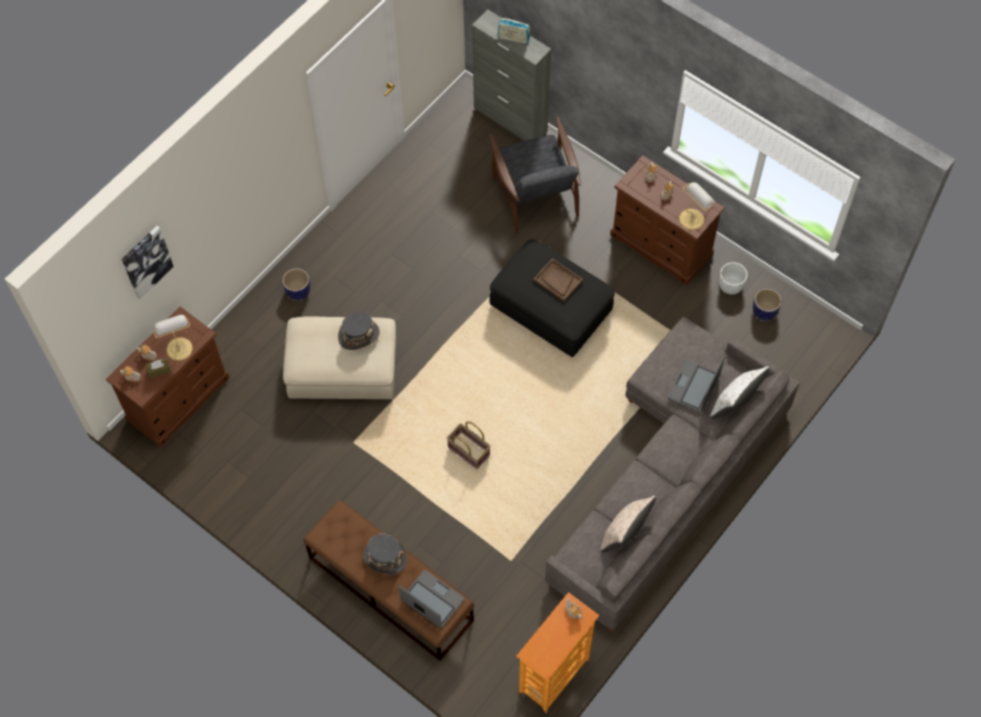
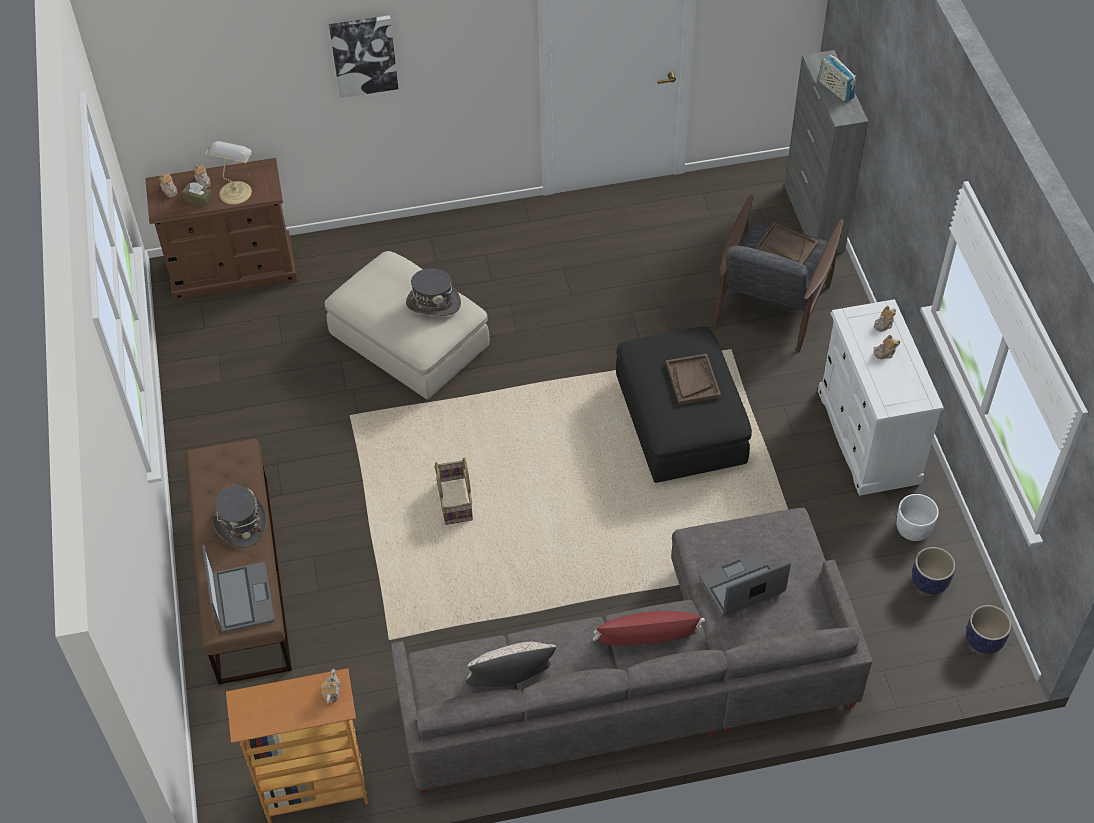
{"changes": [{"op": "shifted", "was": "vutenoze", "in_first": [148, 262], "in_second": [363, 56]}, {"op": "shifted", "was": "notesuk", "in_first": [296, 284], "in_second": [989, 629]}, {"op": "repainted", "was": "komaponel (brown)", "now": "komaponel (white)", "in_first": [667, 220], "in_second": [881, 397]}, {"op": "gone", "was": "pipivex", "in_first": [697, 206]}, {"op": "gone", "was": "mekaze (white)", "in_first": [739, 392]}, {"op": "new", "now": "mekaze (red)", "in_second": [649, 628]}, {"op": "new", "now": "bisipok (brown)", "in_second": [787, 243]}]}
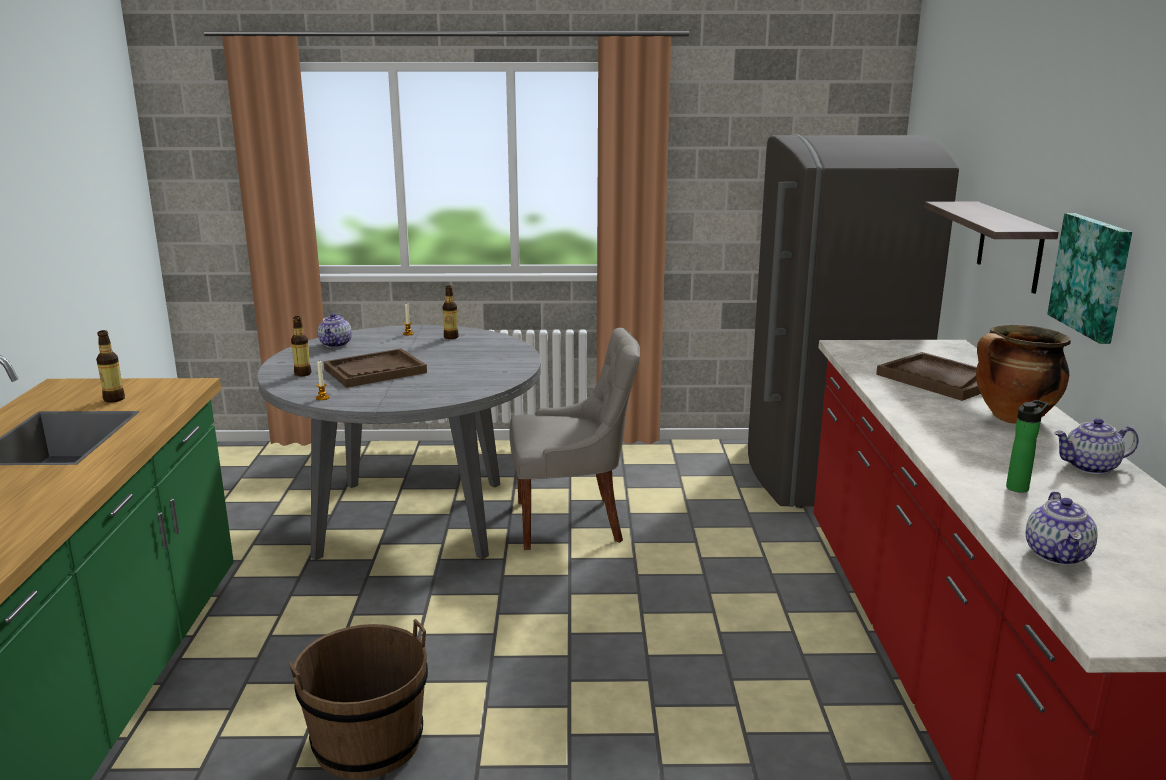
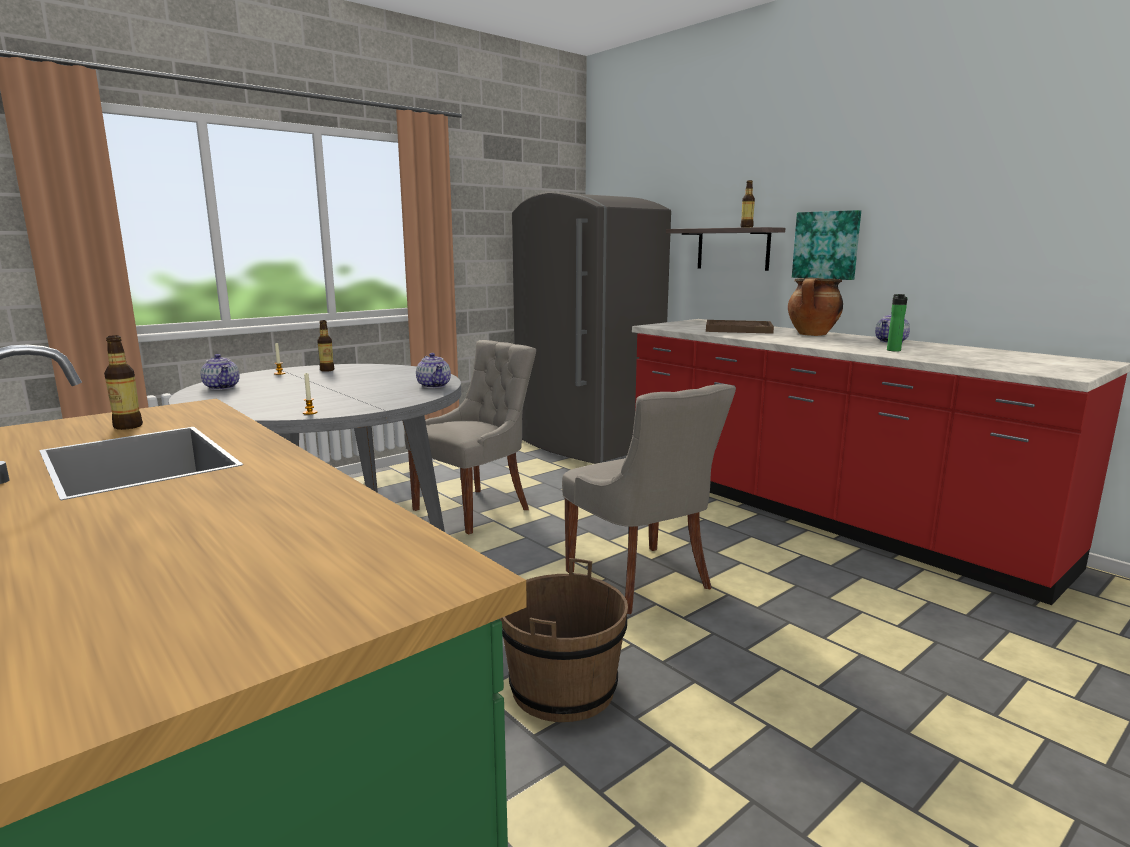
{"changes": [{"op": "shifted", "was": "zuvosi", "in_first": [301, 346], "in_second": [748, 203]}, {"op": "gone", "was": "bisipok (brown)", "in_first": [375, 368]}, {"op": "shifted", "was": "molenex", "in_first": [1062, 528], "in_second": [433, 370]}, {"op": "new", "now": "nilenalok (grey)", "in_second": [649, 499]}]}
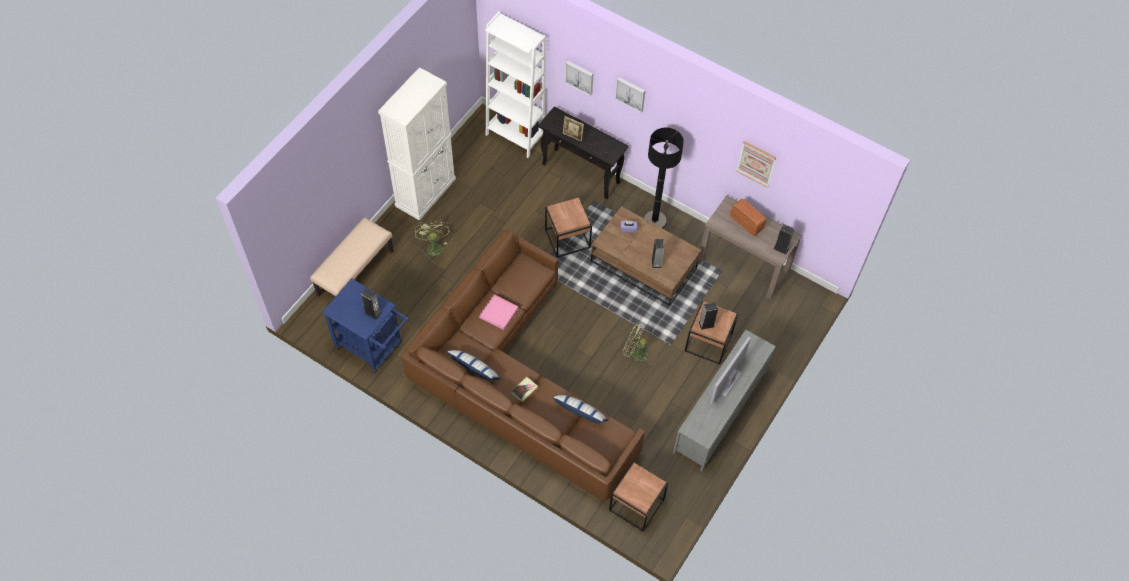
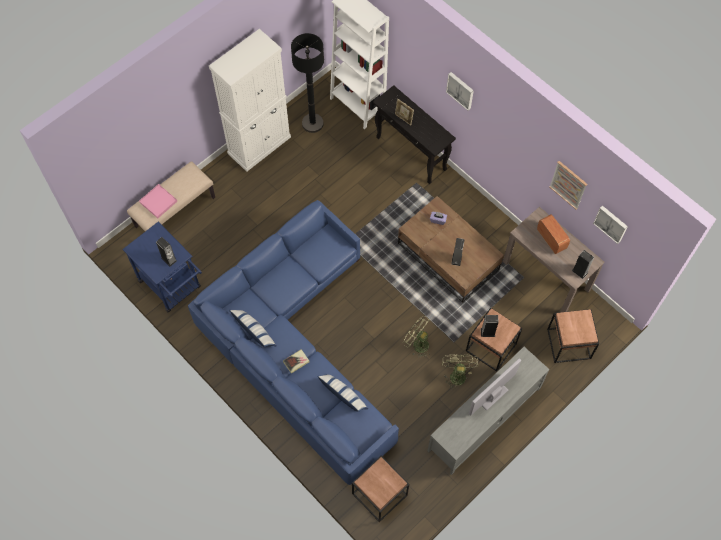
{"changes": [{"op": "repainted", "was": "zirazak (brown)", "now": "zirazak (blue)", "in_first": [523, 366], "in_second": [293, 342]}, {"op": "shifted", "was": "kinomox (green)", "in_first": [432, 240], "in_second": [460, 371]}, {"op": "shifted", "was": "bisipok (pink)", "in_first": [498, 312], "in_second": [158, 201]}, {"op": "shifted", "was": "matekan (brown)", "in_first": [568, 227], "in_second": [573, 336]}, {"op": "shifted", "was": "vutenoze", "in_first": [579, 78], "in_second": [610, 224]}, {"op": "shifted", "was": "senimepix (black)", "in_first": [664, 178], "in_second": [307, 83]}]}
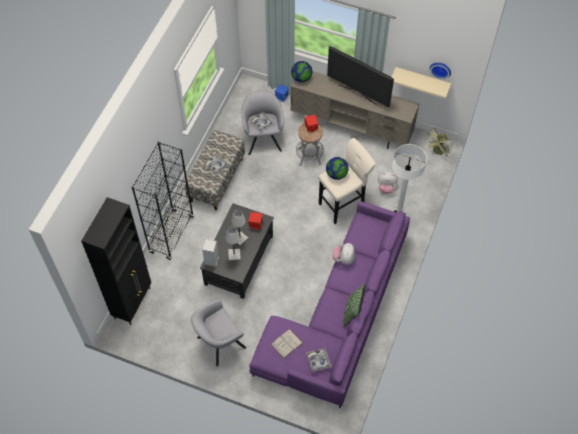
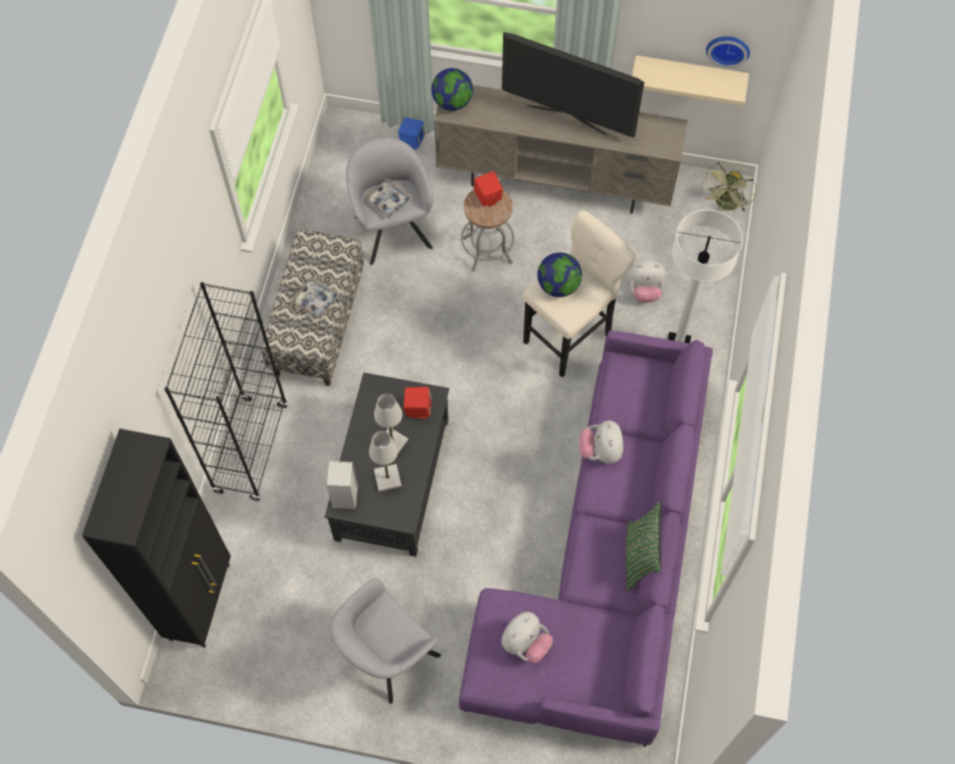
{"changes": [{"op": "swapped", "was": "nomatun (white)", "now": "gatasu", "in_first": [287, 343], "in_second": [527, 637]}, {"op": "gone", "was": "bisipok", "in_first": [318, 360]}]}
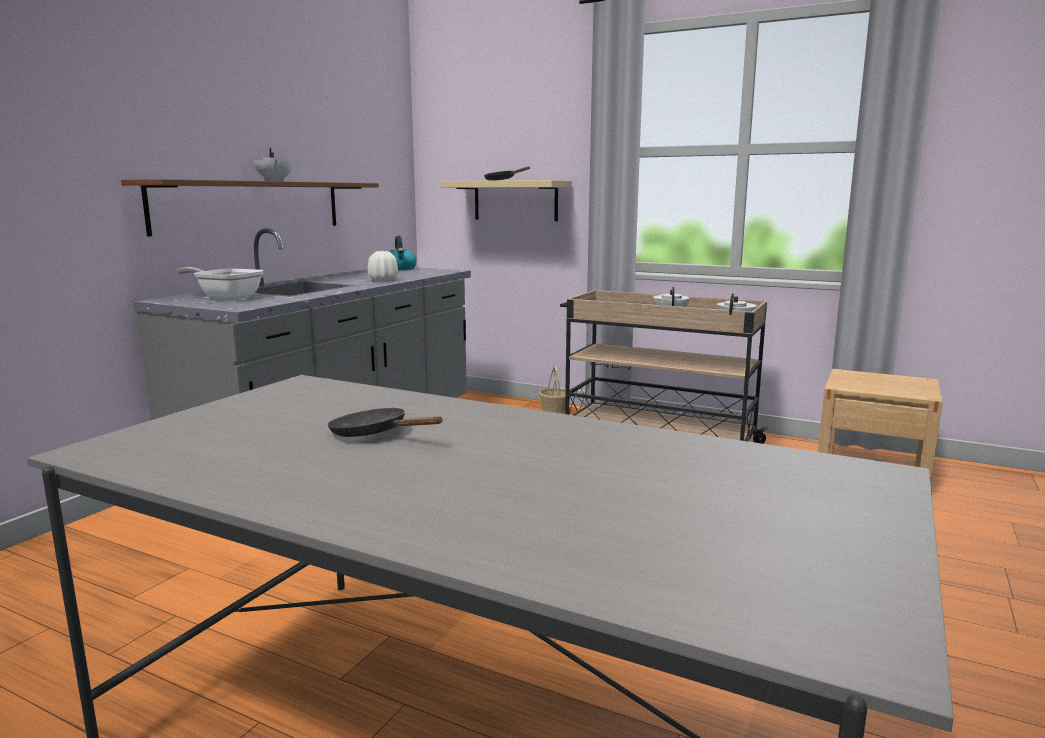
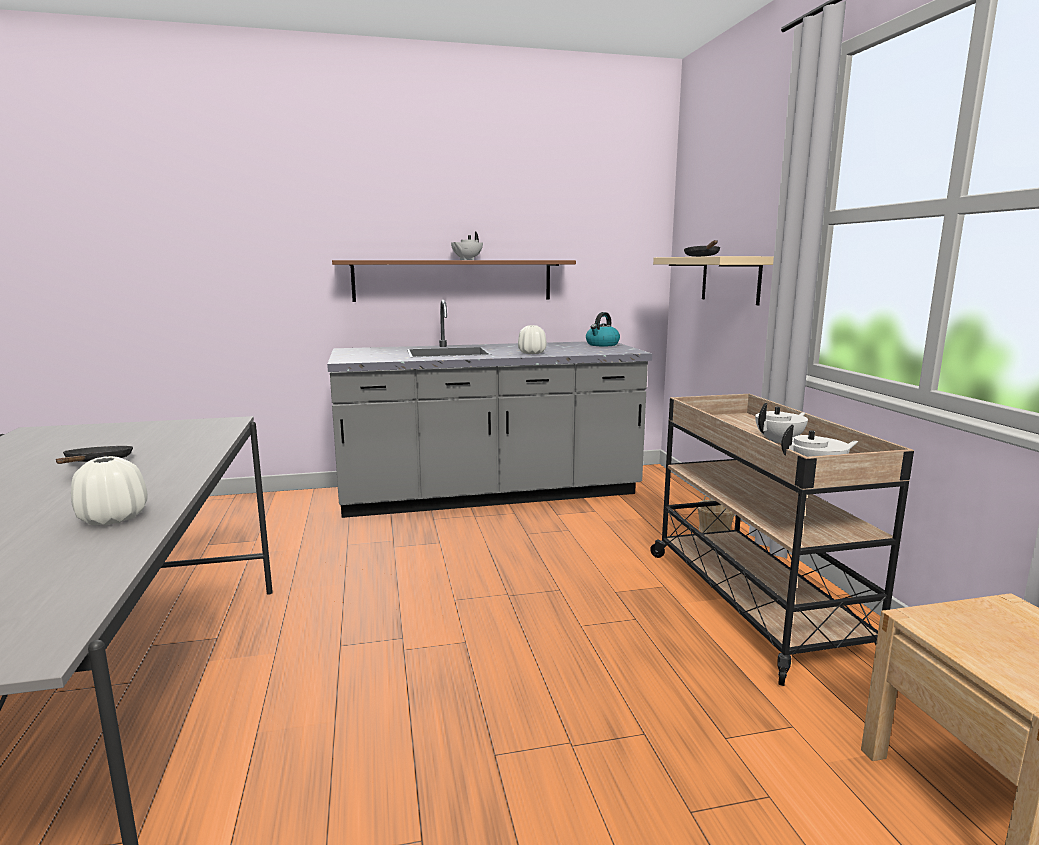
{"changes": [{"op": "gone", "was": "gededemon", "in_first": [220, 284]}, {"op": "new", "now": "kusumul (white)", "in_second": [109, 490]}]}
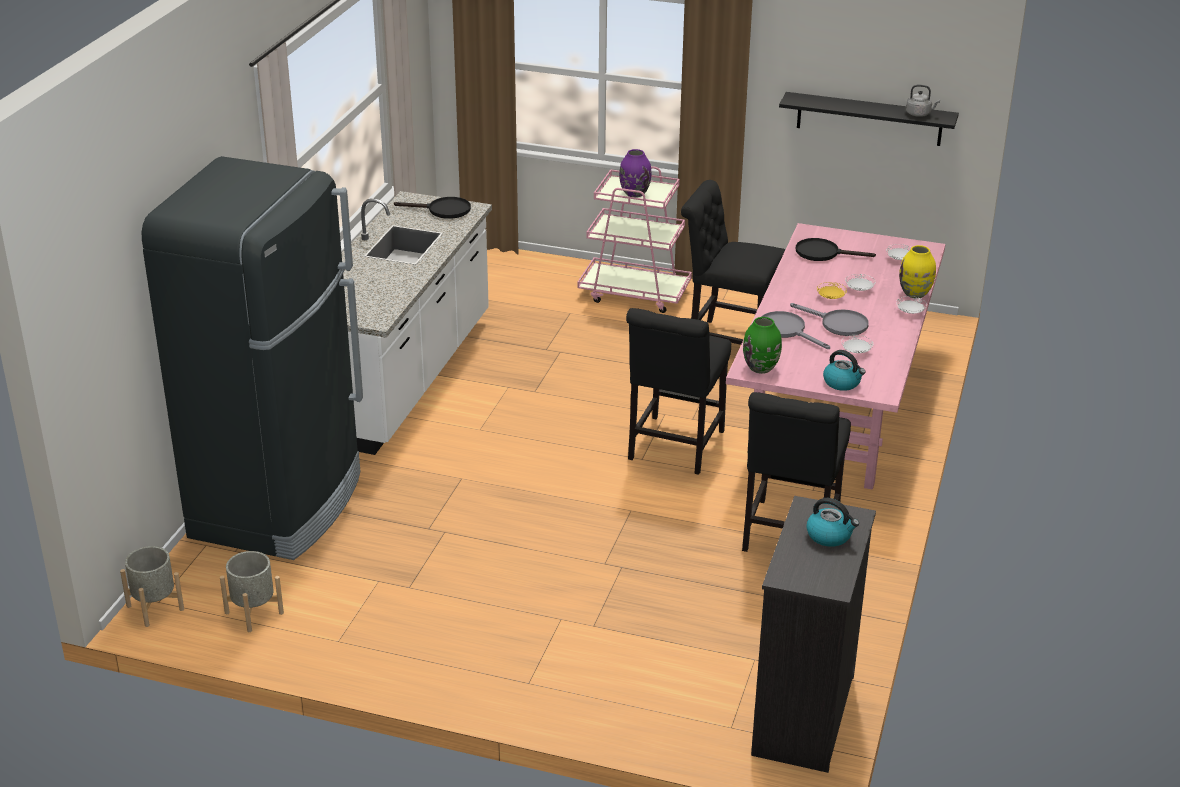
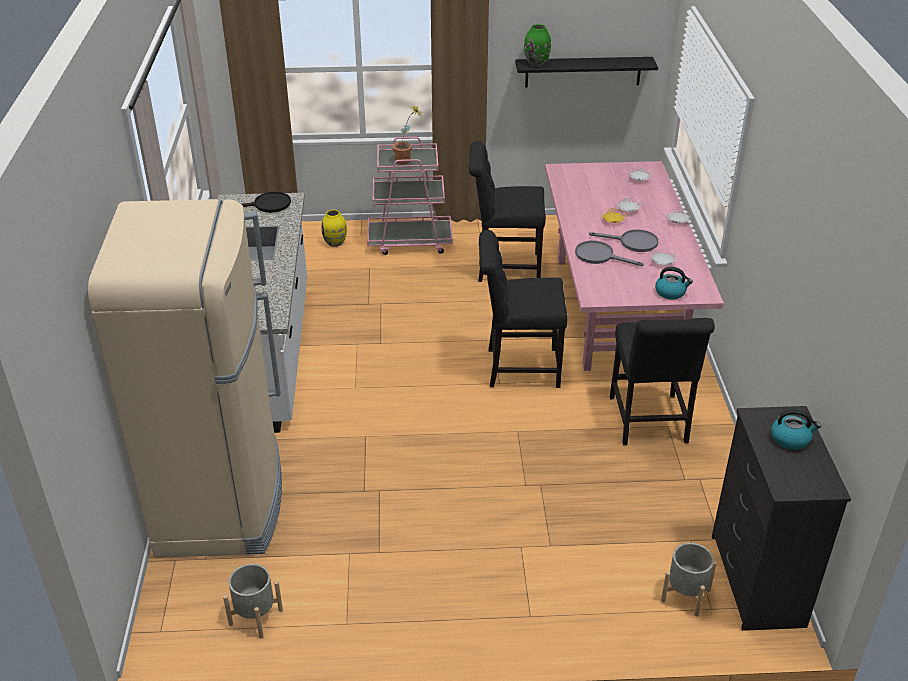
{"changes": [{"op": "shifted", "was": "notesuk (grey)", "in_first": [152, 586], "in_second": [689, 580]}, {"op": "repainted", "was": "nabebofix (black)", "now": "nabebofix (beige)", "in_first": [252, 358], "in_second": [185, 378]}, {"op": "swapped", "was": "kusumul (purple)", "now": "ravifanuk", "in_first": [635, 173], "in_second": [406, 135]}, {"op": "rotated", "was": "nilenalok (black)", "in_first": [678, 391], "in_second": [523, 309], "clockwise": 90}, {"op": "shifted", "was": "kusumul (green)", "in_first": [762, 345], "in_second": [537, 45]}, {"op": "gone", "was": "gededemon (black)", "in_first": [836, 249]}, {"op": "shifted", "was": "kusumul (yellow)", "in_first": [917, 271], "in_second": [334, 228]}, {"op": "gone", "was": "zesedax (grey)", "in_first": [923, 101]}]}
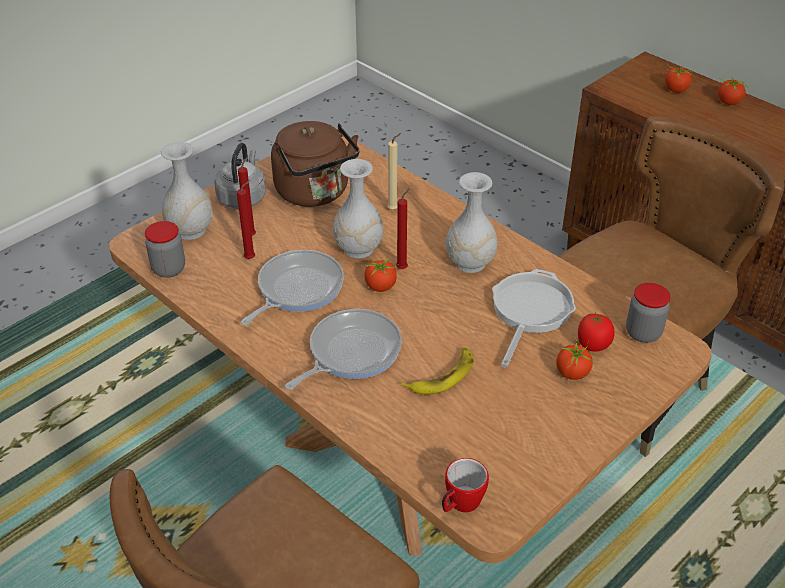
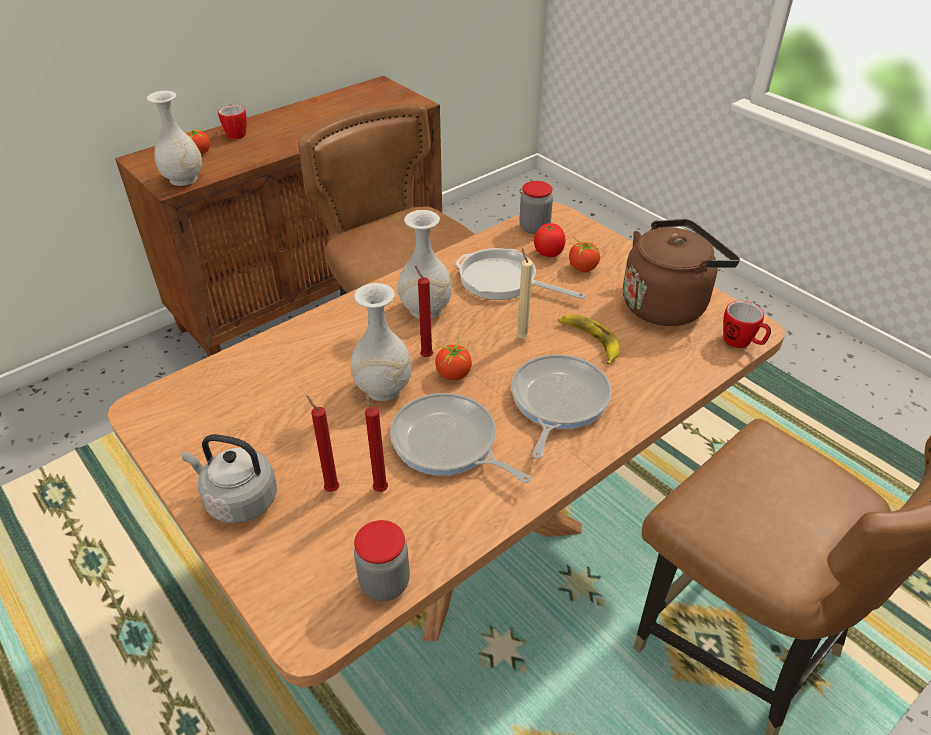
{"changes": [{"op": "shifted", "was": "kusumul (white)", "in_first": [187, 191], "in_second": [174, 138]}, {"op": "shifted", "was": "zesedax (brown)", "in_first": [315, 164], "in_second": [681, 272]}, {"op": "rotated", "was": "gededemon", "in_first": [343, 349], "in_second": [561, 406], "clockwise": 60}, {"op": "shifted", "was": "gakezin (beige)", "in_first": [394, 171], "in_second": [524, 293]}, {"op": "swapped", "was": "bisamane", "now": "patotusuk", "in_first": [732, 91], "in_second": [232, 121]}]}
